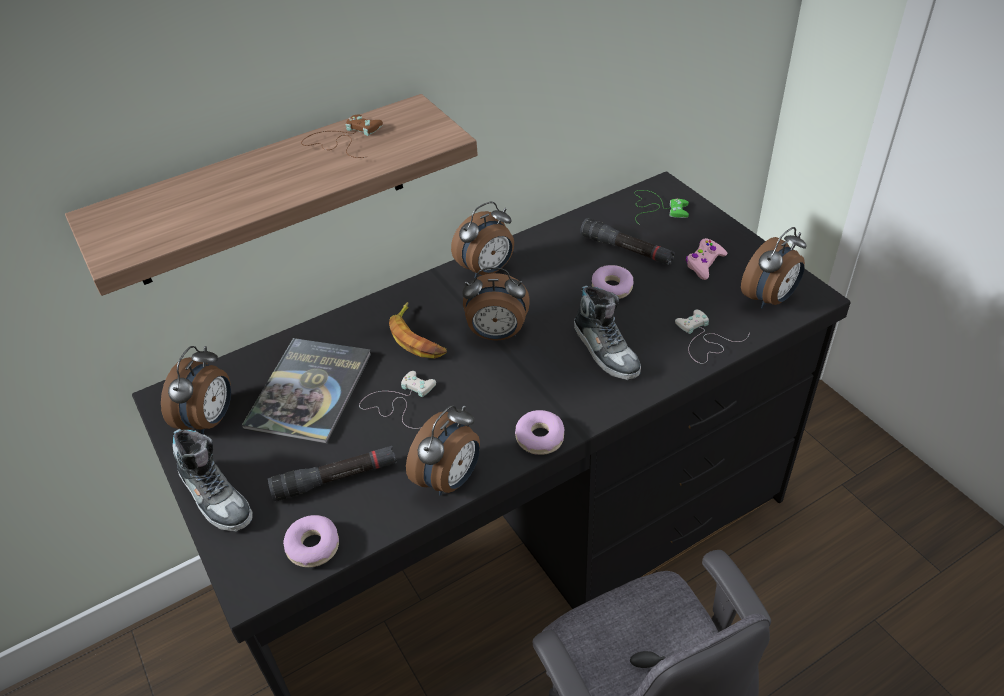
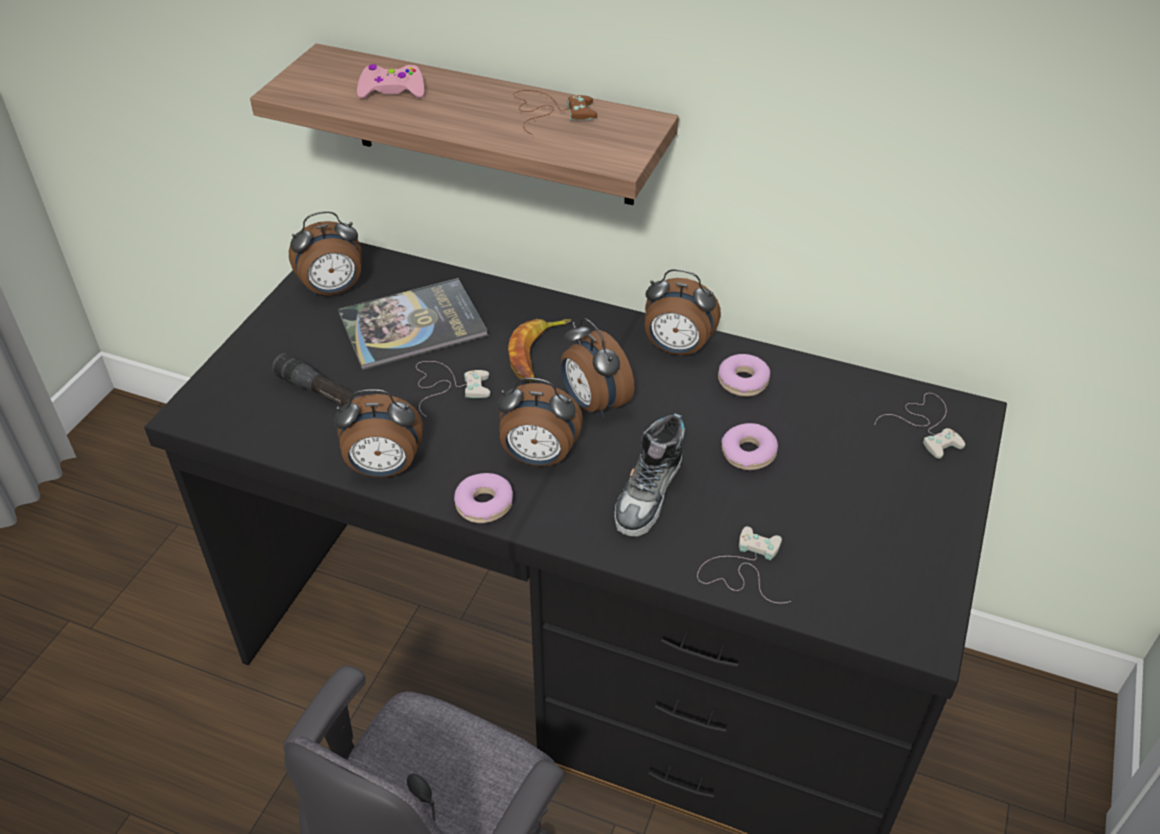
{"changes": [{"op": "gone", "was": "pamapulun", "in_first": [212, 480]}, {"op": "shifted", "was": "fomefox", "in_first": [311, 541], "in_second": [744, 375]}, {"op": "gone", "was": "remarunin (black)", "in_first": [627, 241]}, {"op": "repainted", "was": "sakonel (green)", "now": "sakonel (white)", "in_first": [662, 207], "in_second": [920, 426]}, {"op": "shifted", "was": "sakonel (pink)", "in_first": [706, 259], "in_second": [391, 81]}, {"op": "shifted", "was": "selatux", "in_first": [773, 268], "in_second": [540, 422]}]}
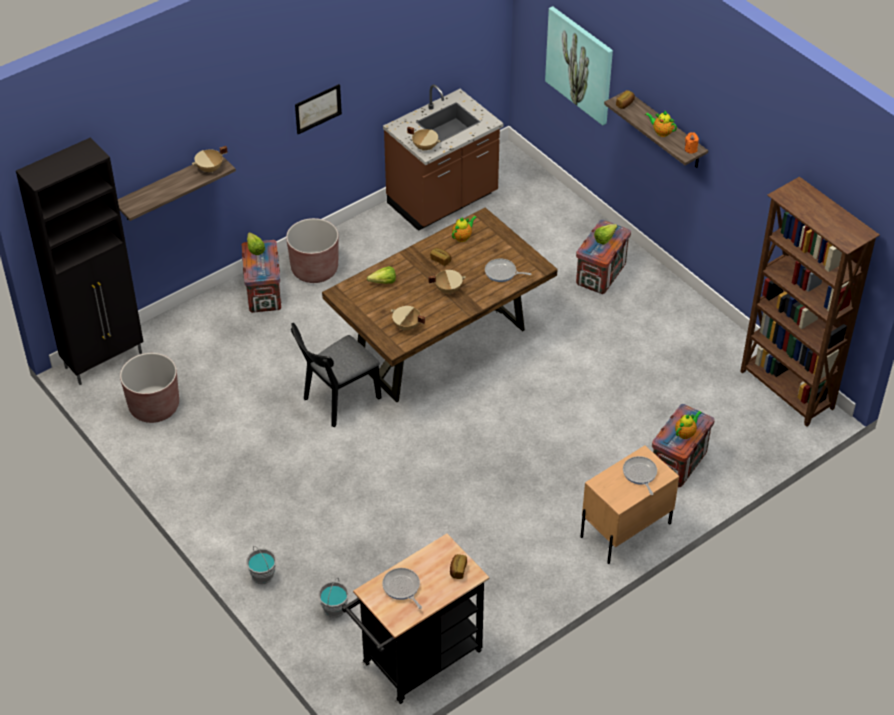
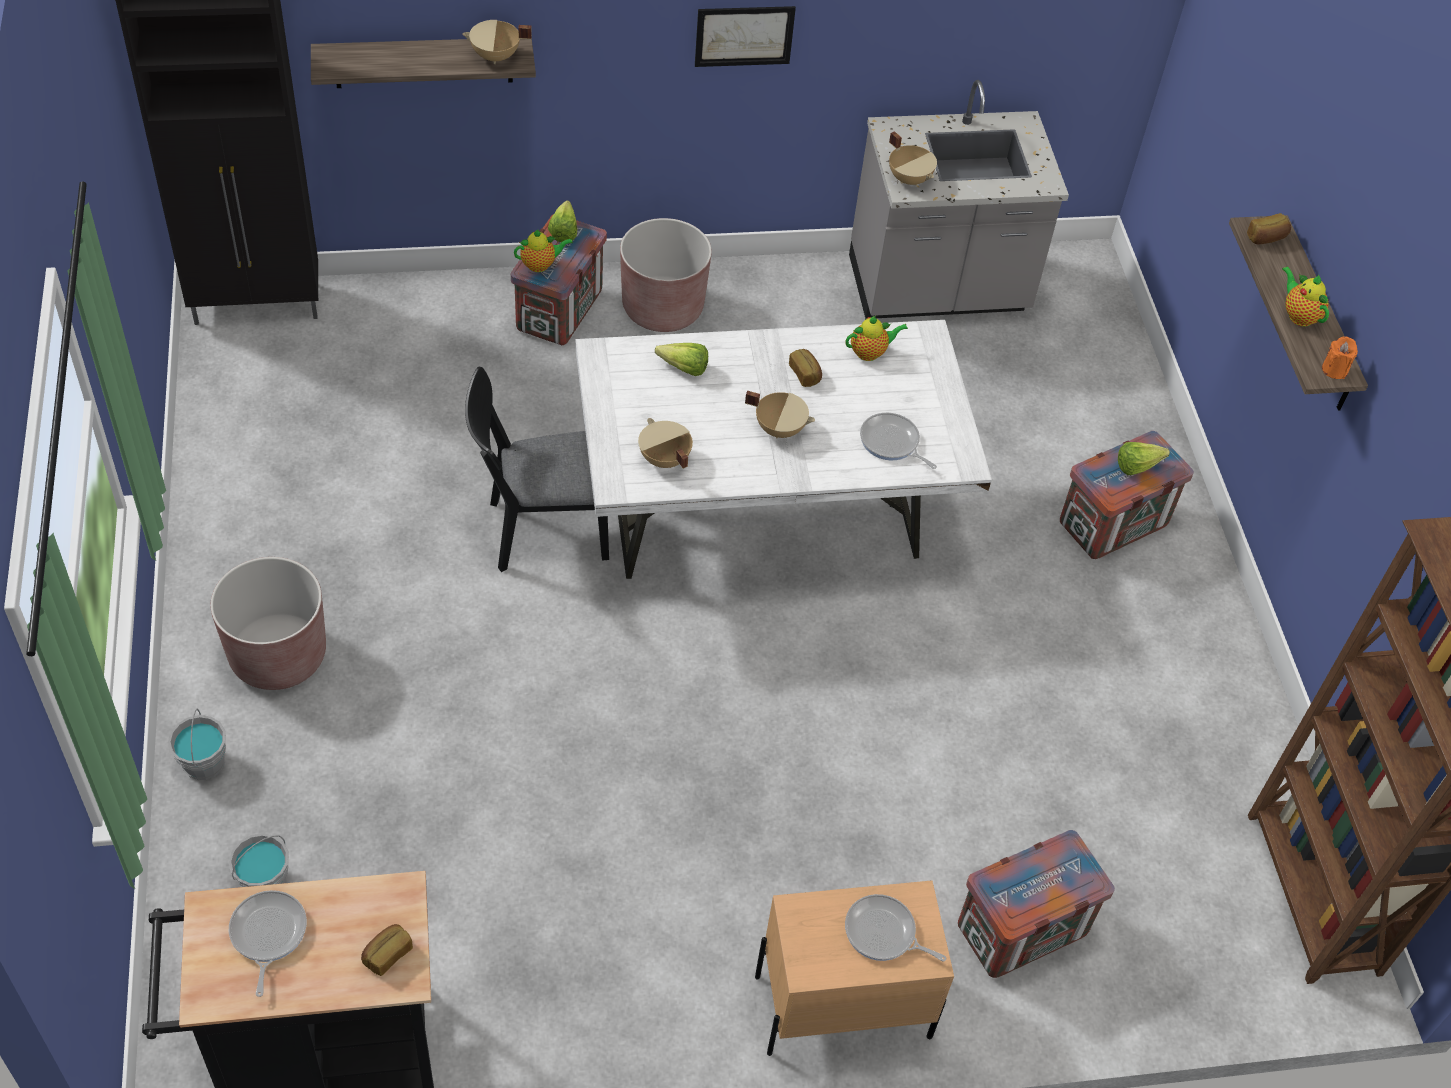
{"changes": [{"op": "shifted", "was": "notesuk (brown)", "in_first": [149, 388], "in_second": [268, 623]}, {"op": "repainted", "was": "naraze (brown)", "now": "naraze (white)", "in_first": [440, 305], "in_second": [784, 449]}, {"op": "repainted", "was": "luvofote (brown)", "now": "luvofote (grey)", "in_first": [443, 158], "in_second": [959, 199]}, {"op": "gone", "was": "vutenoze", "in_first": [579, 66]}, {"op": "rotated", "was": "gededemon", "in_first": [640, 475], "in_second": [895, 927], "clockwise": -75}, {"op": "shifted", "was": "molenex", "in_first": [688, 425], "in_second": [543, 250]}]}
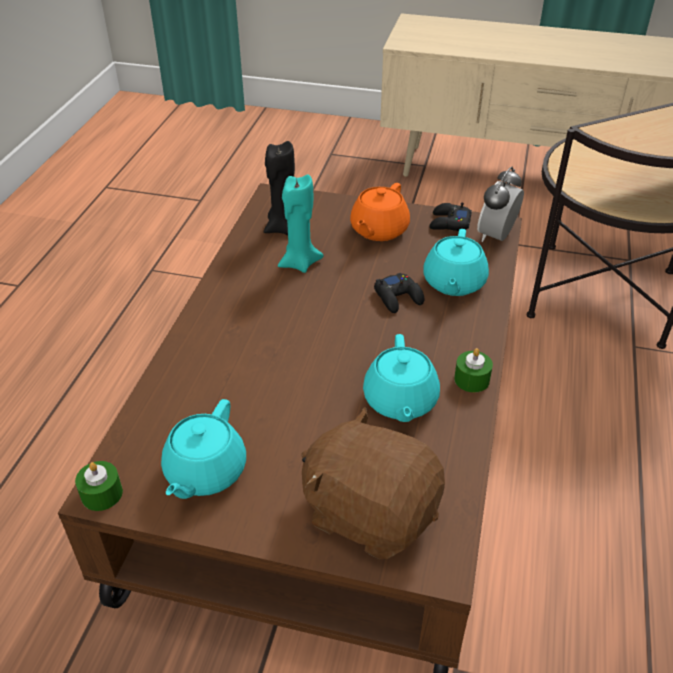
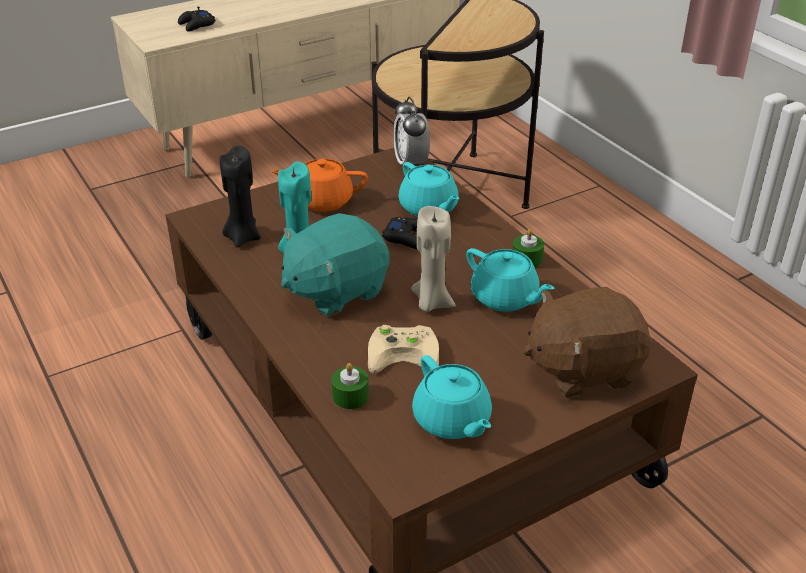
{"changes": [{"op": "shifted", "was": "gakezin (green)", "in_first": [99, 486], "in_second": [350, 386]}, {"op": "rotated", "was": "molenex (orange)", "in_first": [380, 212], "in_second": [319, 185], "clockwise": 105}, {"op": "shifted", "was": "sakonel (black)", "in_first": [450, 217], "in_second": [196, 19]}, {"op": "new", "now": "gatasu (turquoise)", "in_second": [335, 265]}, {"op": "new", "now": "sakonel (beige)", "in_second": [403, 349]}, {"op": "new", "now": "gakezin (beige)", "in_second": [433, 259]}]}
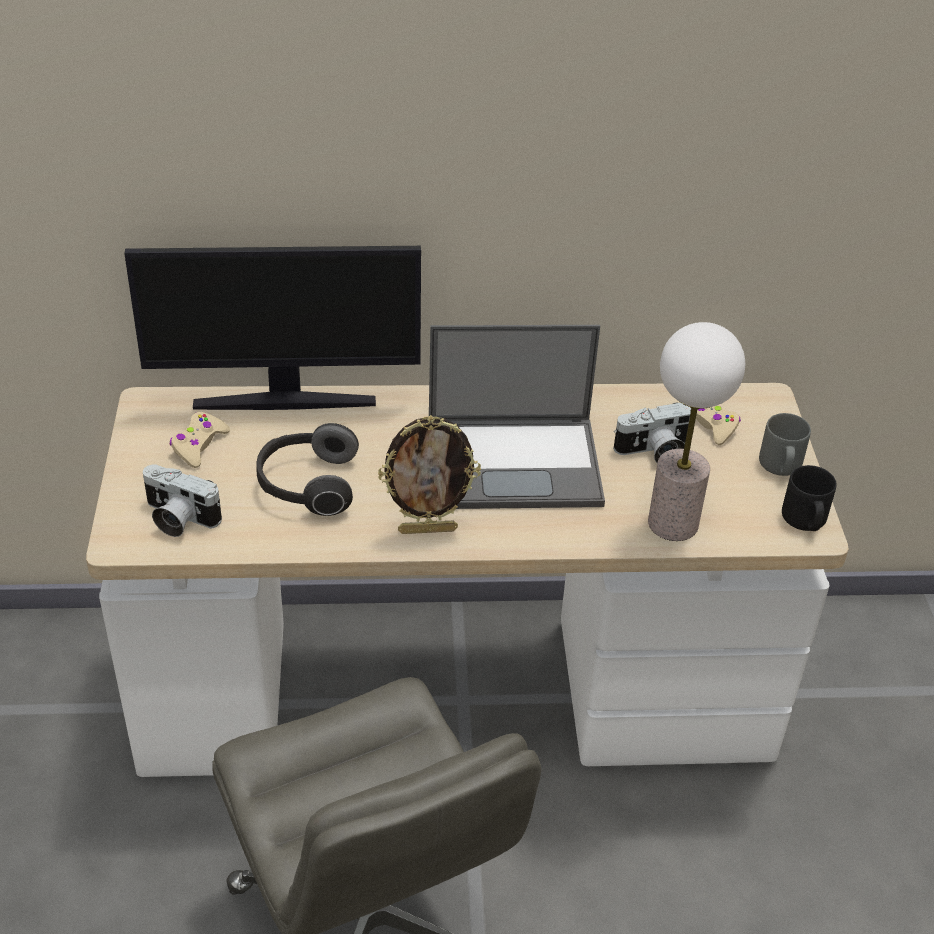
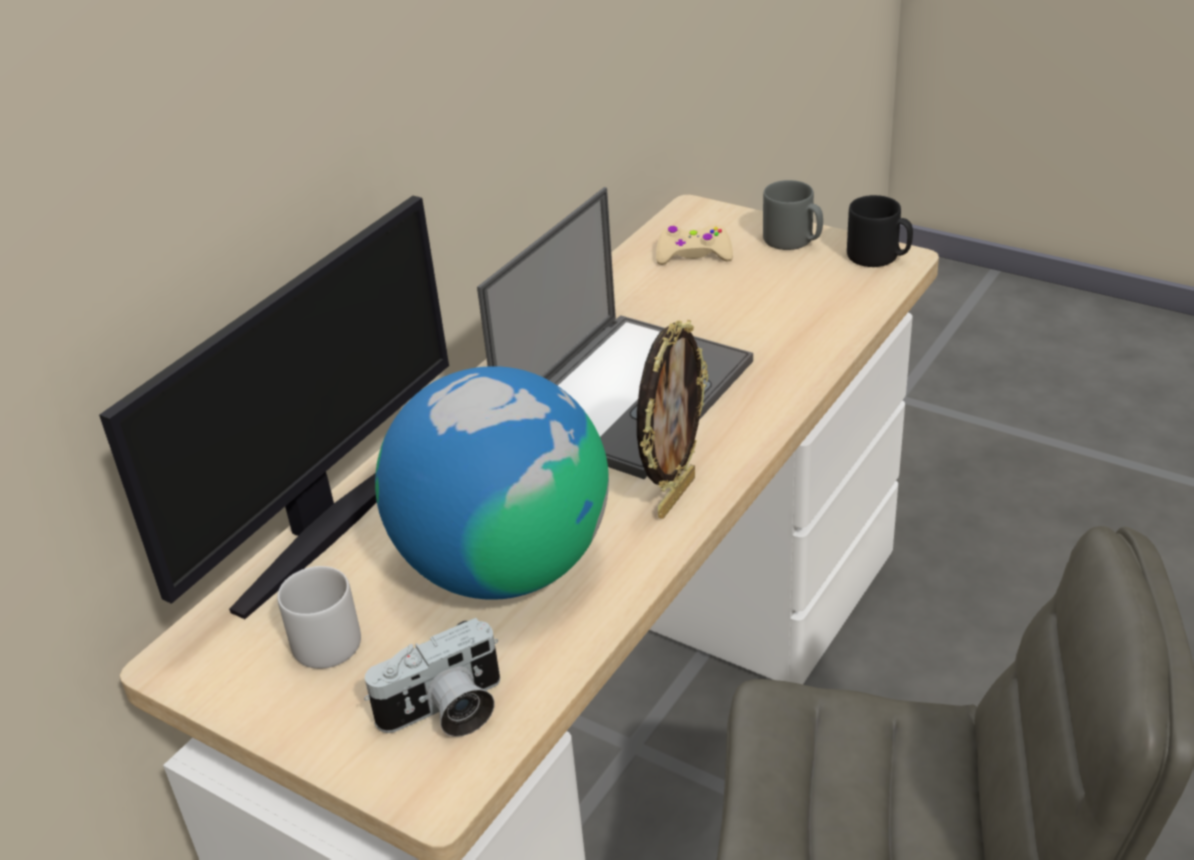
{"changes": [{"op": "swapped", "was": "sakonel (beige)", "now": "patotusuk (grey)", "in_first": [200, 440], "in_second": [319, 617]}, {"op": "swapped", "was": "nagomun", "now": "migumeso", "in_first": [307, 469], "in_second": [492, 483]}, {"op": "gone", "was": "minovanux", "in_first": [652, 433]}, {"op": "gone", "was": "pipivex", "in_first": [696, 431]}]}
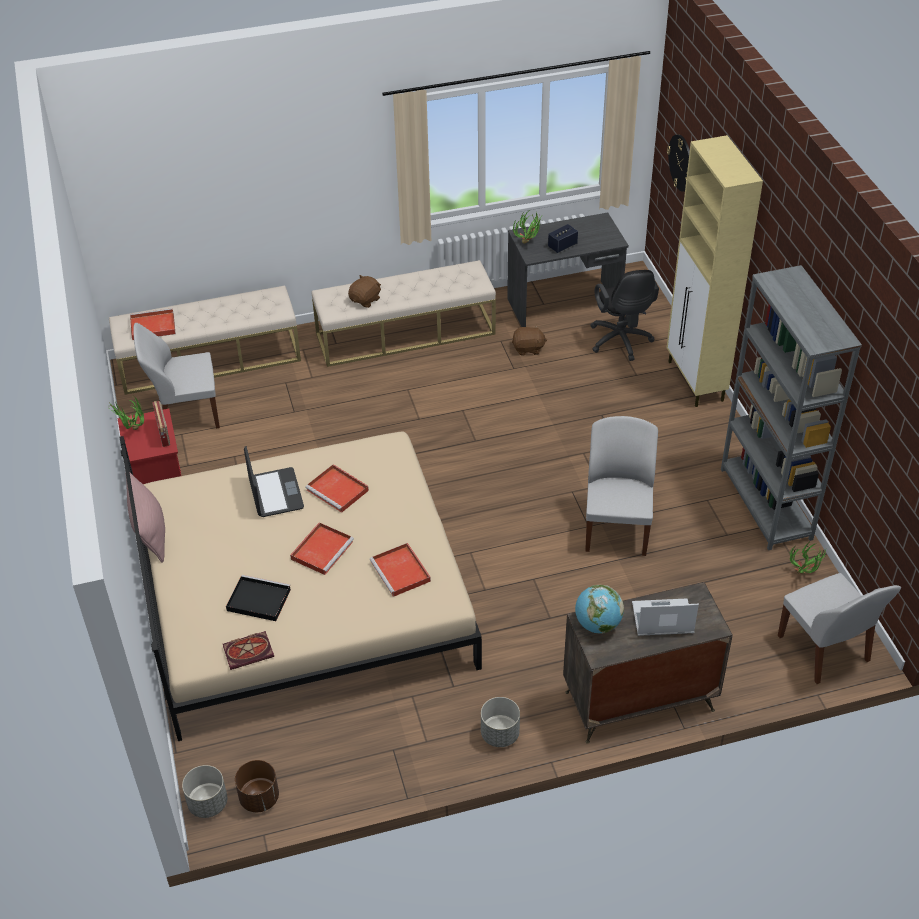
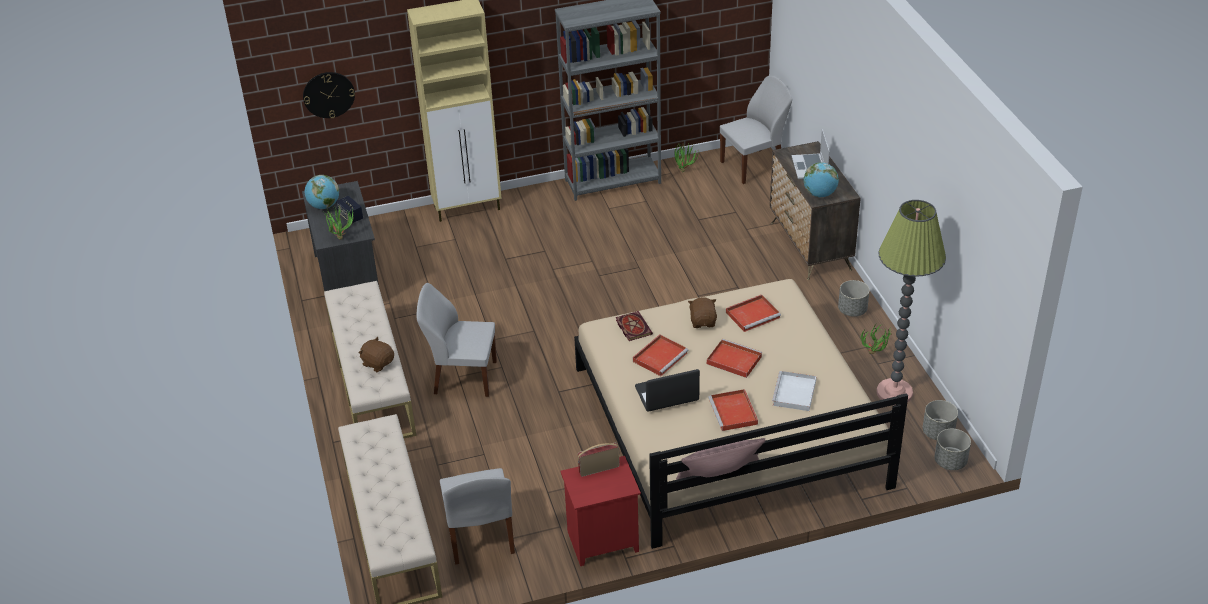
{"changes": [{"op": "shifted", "was": "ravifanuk", "in_first": [127, 413], "in_second": [875, 339]}, {"op": "shifted", "was": "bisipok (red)", "in_first": [153, 324], "in_second": [733, 410]}, {"op": "shifted", "was": "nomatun", "in_first": [248, 650], "in_second": [634, 326]}, {"op": "repainted", "was": "bisipok (black)", "now": "bisipok (white)", "in_first": [258, 598], "in_second": [794, 391]}, {"op": "repainted", "was": "notesuk (brown)", "now": "notesuk (grey)", "in_first": [257, 786], "in_second": [940, 420]}, {"op": "shifted", "was": "gatasu (brown)", "in_first": [529, 340], "in_second": [702, 312]}, {"op": "shifted", "was": "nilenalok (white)", "in_first": [621, 486], "in_second": [456, 340]}, {"op": "gone", "was": "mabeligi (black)", "in_first": [625, 315]}, {"op": "new", "now": "migumeso", "in_second": [322, 192]}, {"op": "new", "now": "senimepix", "in_second": [911, 301]}]}
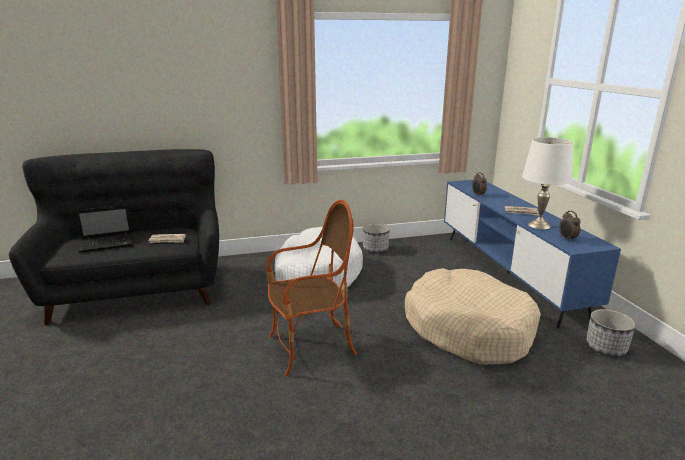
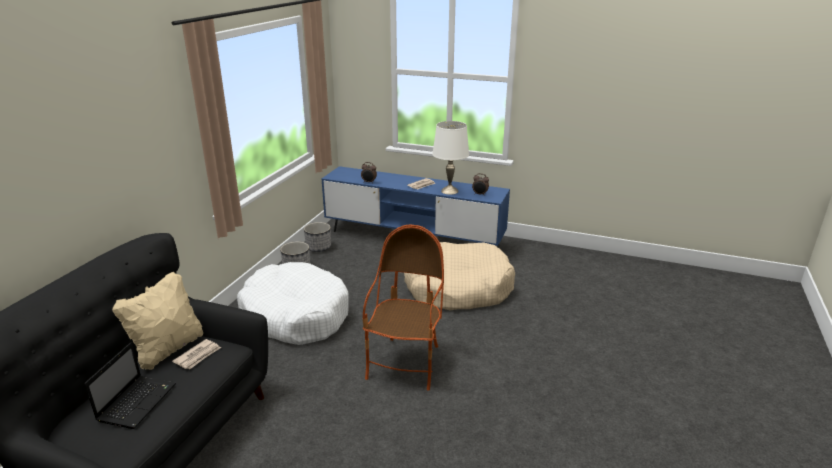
{"changes": [{"op": "shifted", "was": "notesuk", "in_first": [611, 333], "in_second": [317, 237]}, {"op": "new", "now": "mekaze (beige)", "in_second": [157, 320]}]}
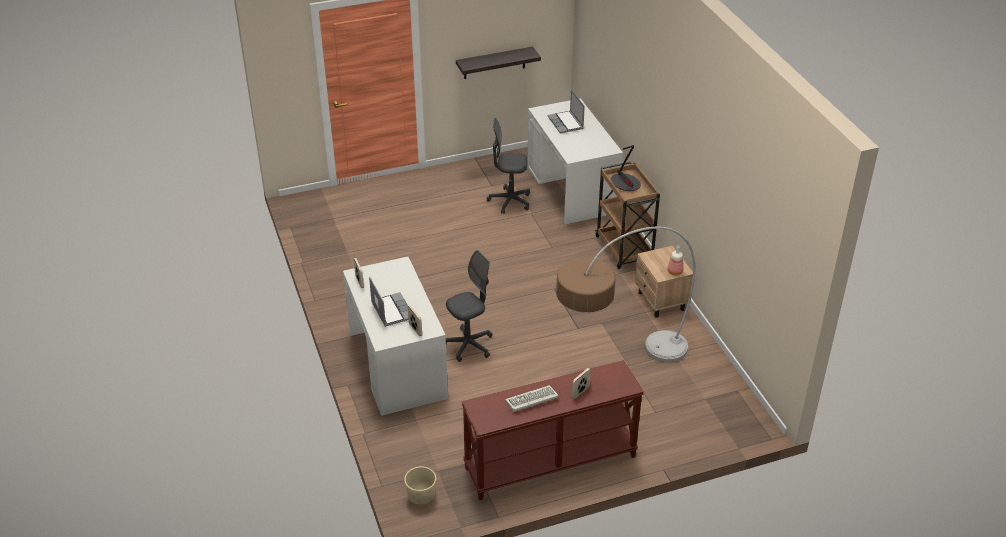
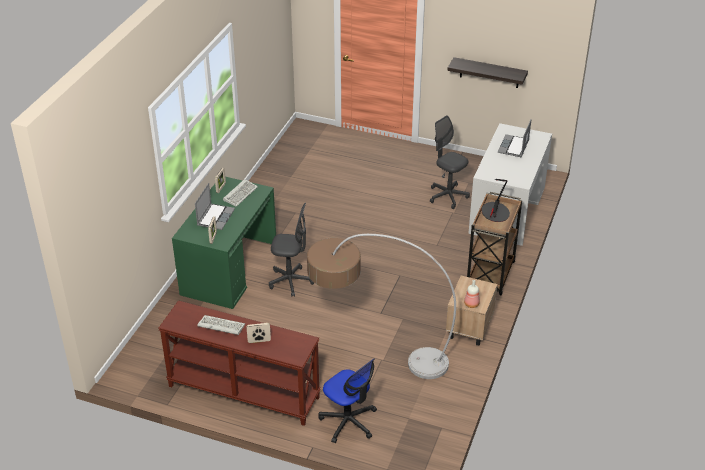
{"changes": [{"op": "repainted", "was": "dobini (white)", "now": "dobini (green)", "in_first": [395, 336], "in_second": [224, 243]}, {"op": "gone", "was": "notesuk (beige)", "in_first": [420, 485]}, {"op": "new", "now": "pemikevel", "in_second": [240, 193]}, {"op": "new", "now": "mabeligi", "in_second": [347, 400]}]}
